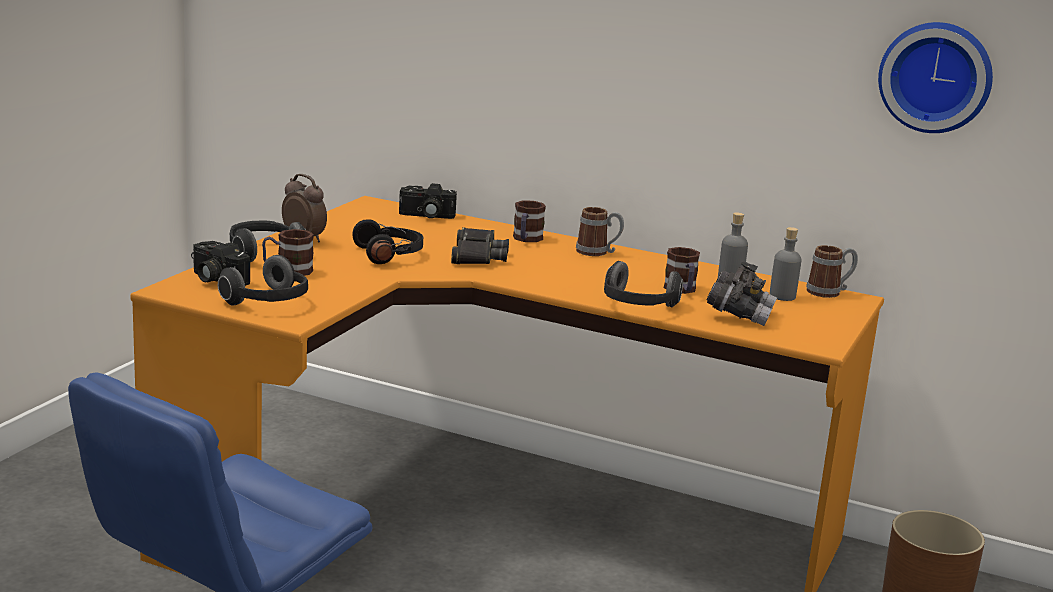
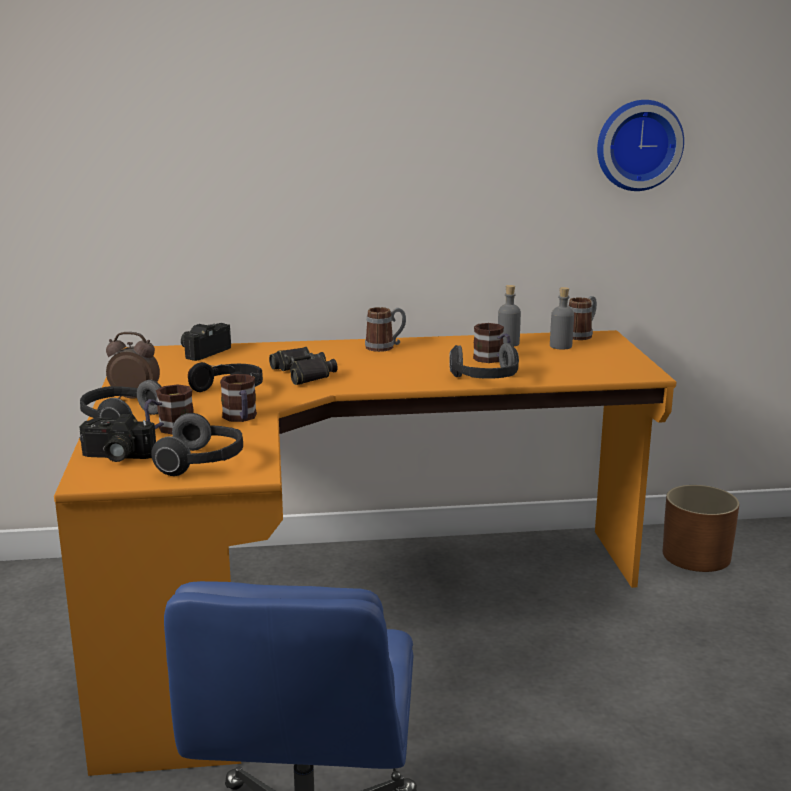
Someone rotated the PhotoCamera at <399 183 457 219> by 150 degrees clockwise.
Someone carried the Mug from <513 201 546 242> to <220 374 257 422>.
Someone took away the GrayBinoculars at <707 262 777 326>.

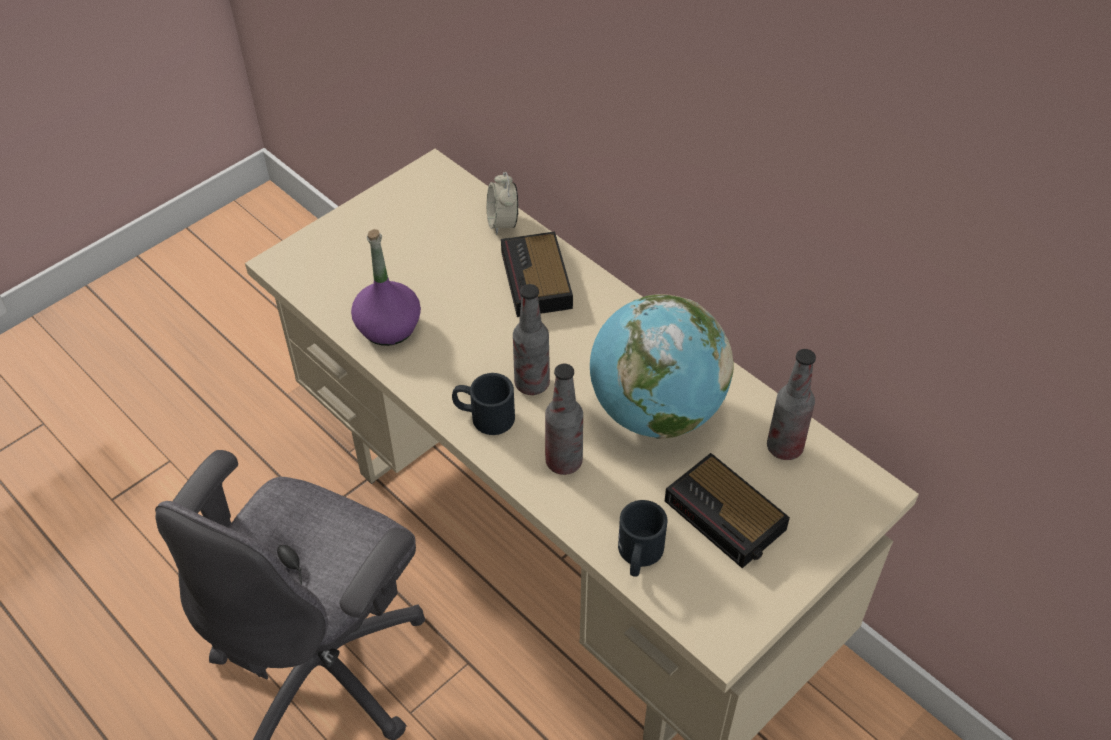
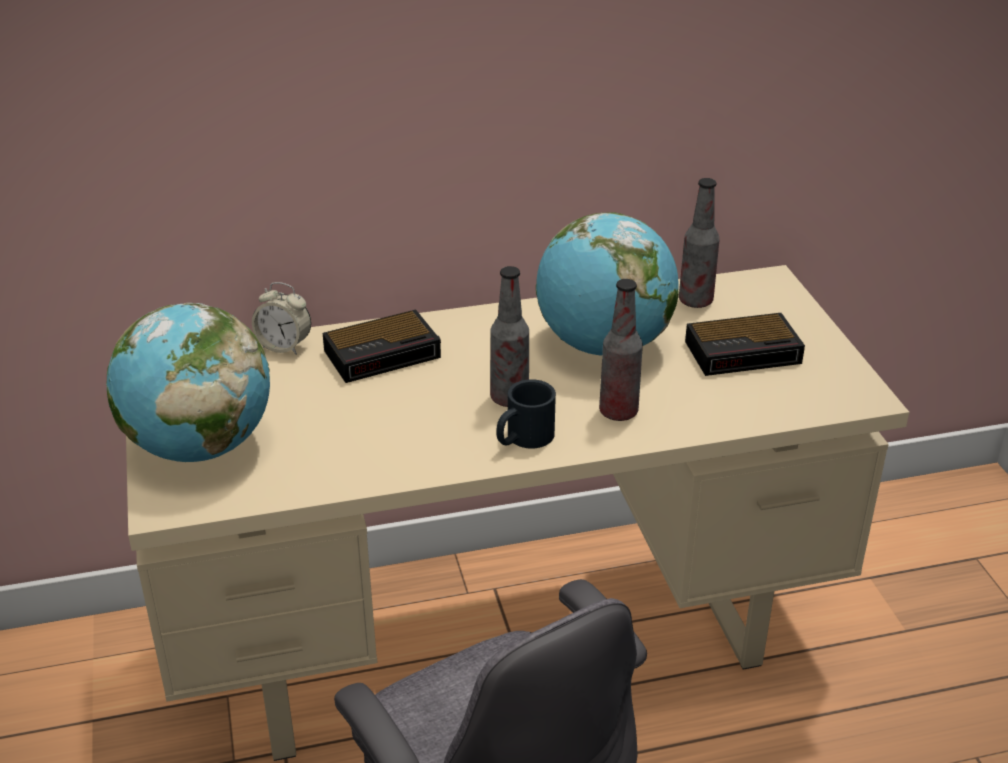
Someone took away the PurpleDrinkBottle at <351 229 421 346>.
Someone rotated the TableClock at <501 232 573 317> by 45 degrees counterclockwise.
Someone took away the BlackColouredMug at <618 500 667 577>.
Someone put down the DeskGlobe at <106 303 270 462>.

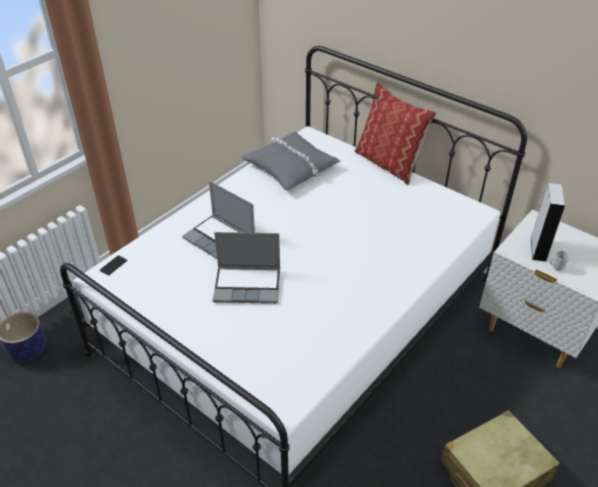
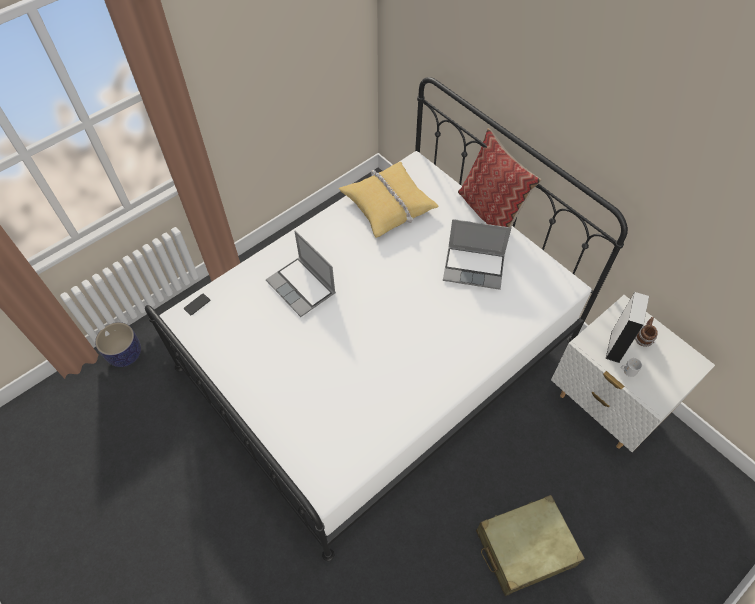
Someone repainted the GrayPillow at <241 132 340 191>, which became the YellowPillow at <339 162 439 238>.
Someone carried the NotebookComputer from <213 232 280 304> to <443 219 511 290>.
Someone put down the Mug at <635 317 658 347>.

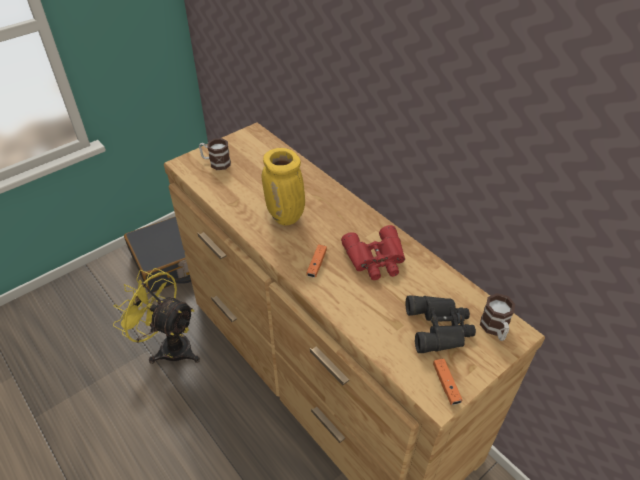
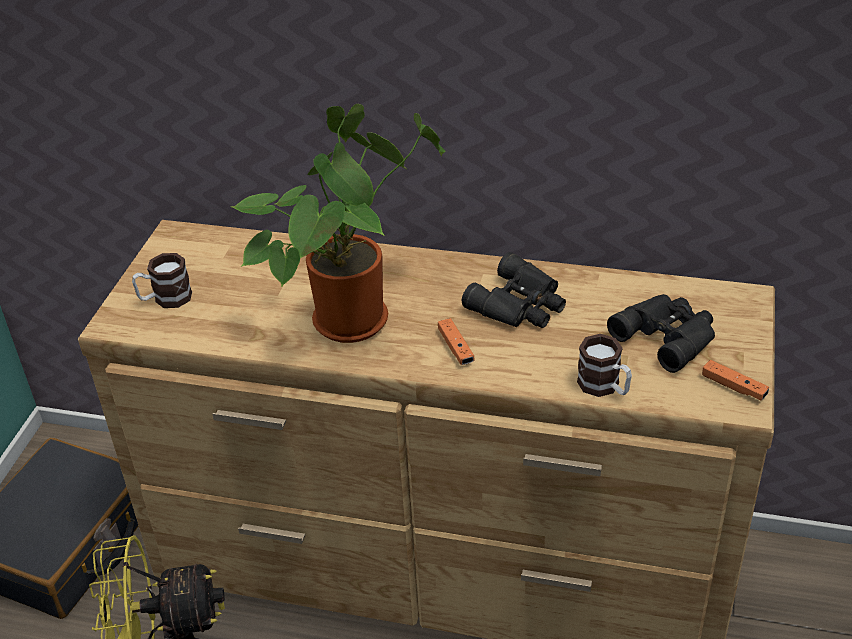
Someone swapped the YellowDecorativeVase at <261 148 305 226> for the Houseplant at <232 104 446 343>.
Someone repainted the ReddishBinoculars at <341 225 405 280>, which became the BlackColouredBinoculars at <462 252 566 328>.
Someone carried the Mug from <480 293 515 341> to <577 334 632 397>.

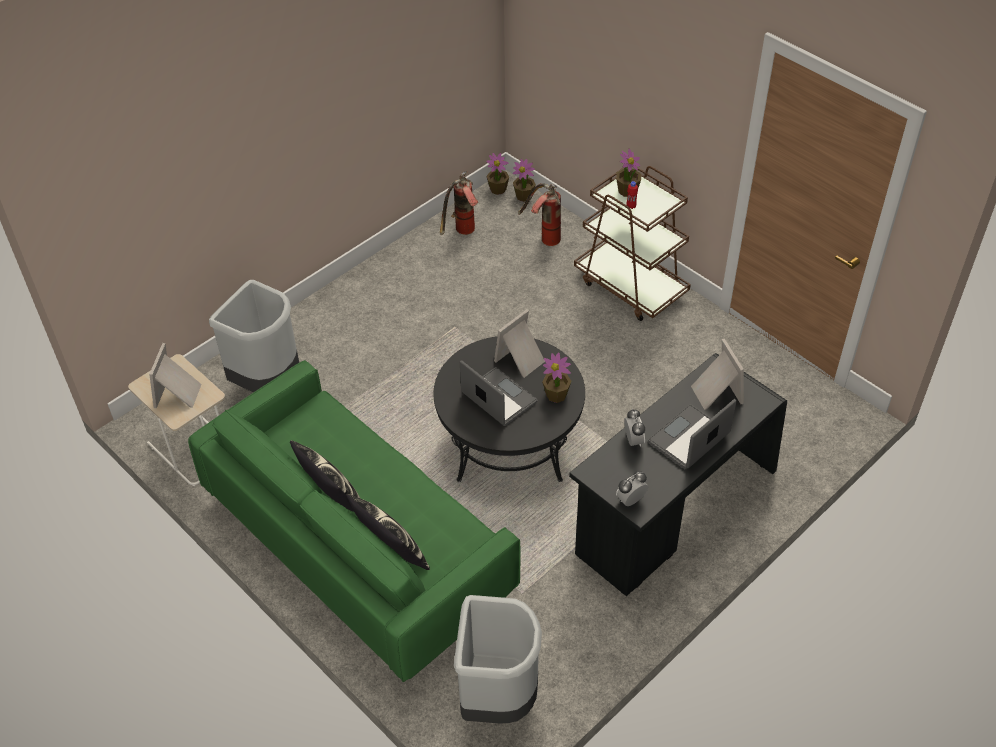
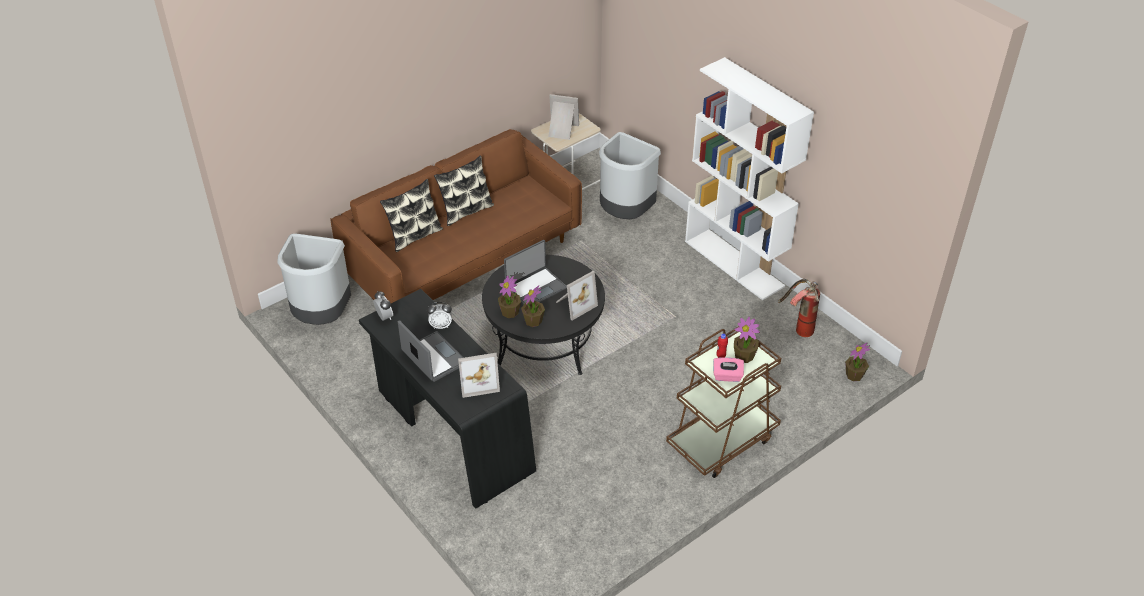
Someone carried the Houseplant from <486 153 509 195> to <498 276 521 318>.
Someone took away the Extinguisher at <518 183 561 246>.
Someone rotated the PictureFrame at <494 309 545 378> by 90 degrees clockwise.
Someone repainted the GreenColouredSettee at <188 360 521 682>, which became the BrownishSettee at <330 129 582 303>.
Someone put down the WhiteColouredBookcase at <685 57 814 300>.
Someone put down the PinkColouredTissueBox at <713 357 744 382>.

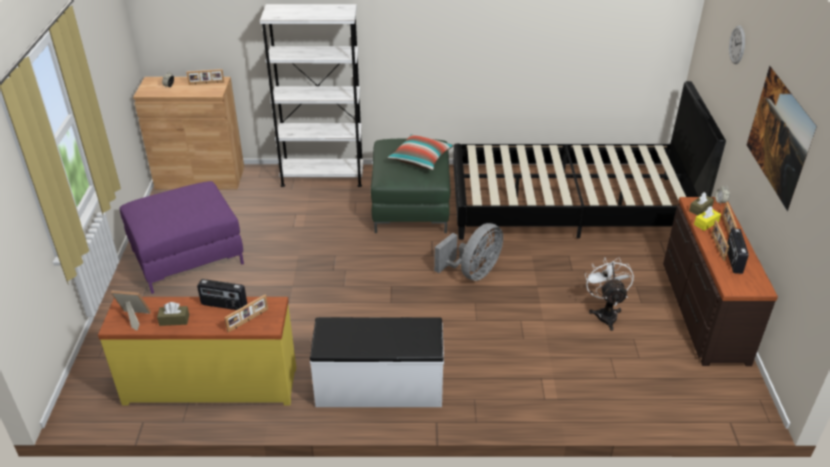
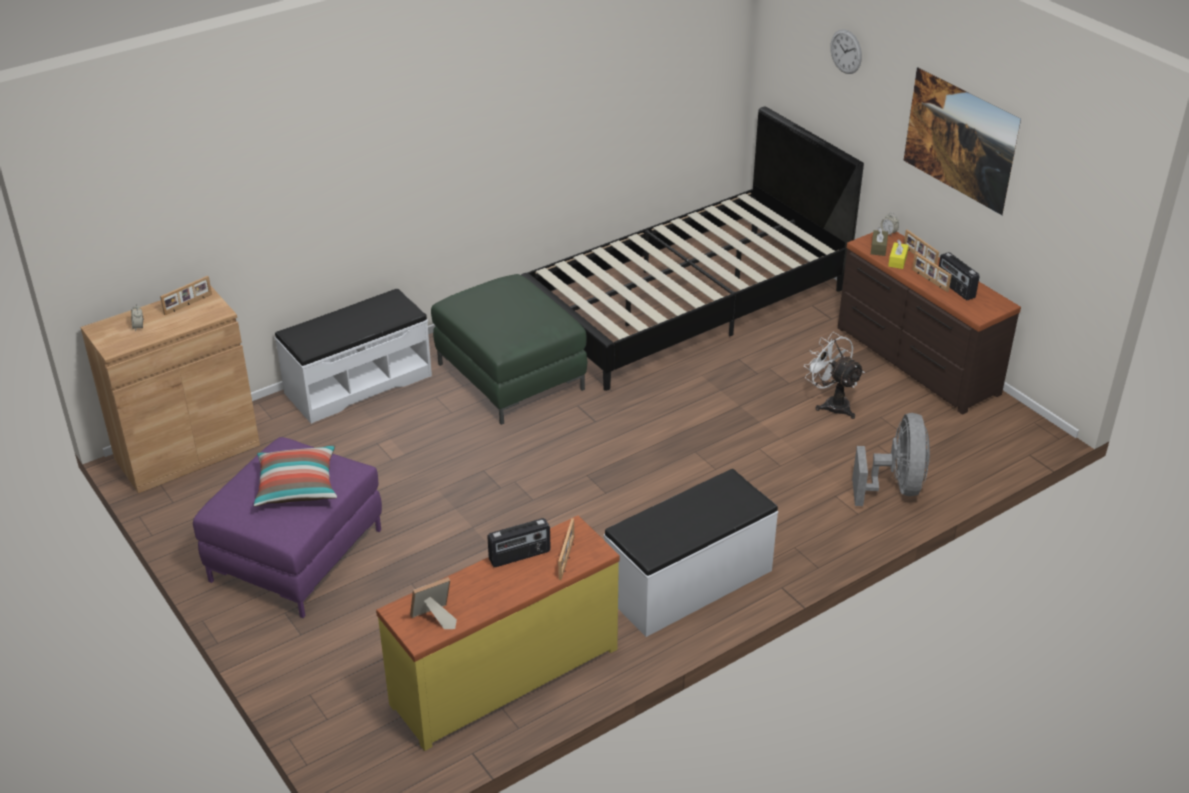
Someone swapped the WhiteColouredBookcase at <260 4 364 187> for the WhiteColouredLongSeat at <275 289 432 424>.
Someone carried the Pillow from <388 134 454 170> to <254 445 337 506>.
Someone carried the GrayCoolingFan from <434 223 503 281> to <852 413 930 506>.
Someone took away the BrownishTissueBox at <157 302 189 326>.

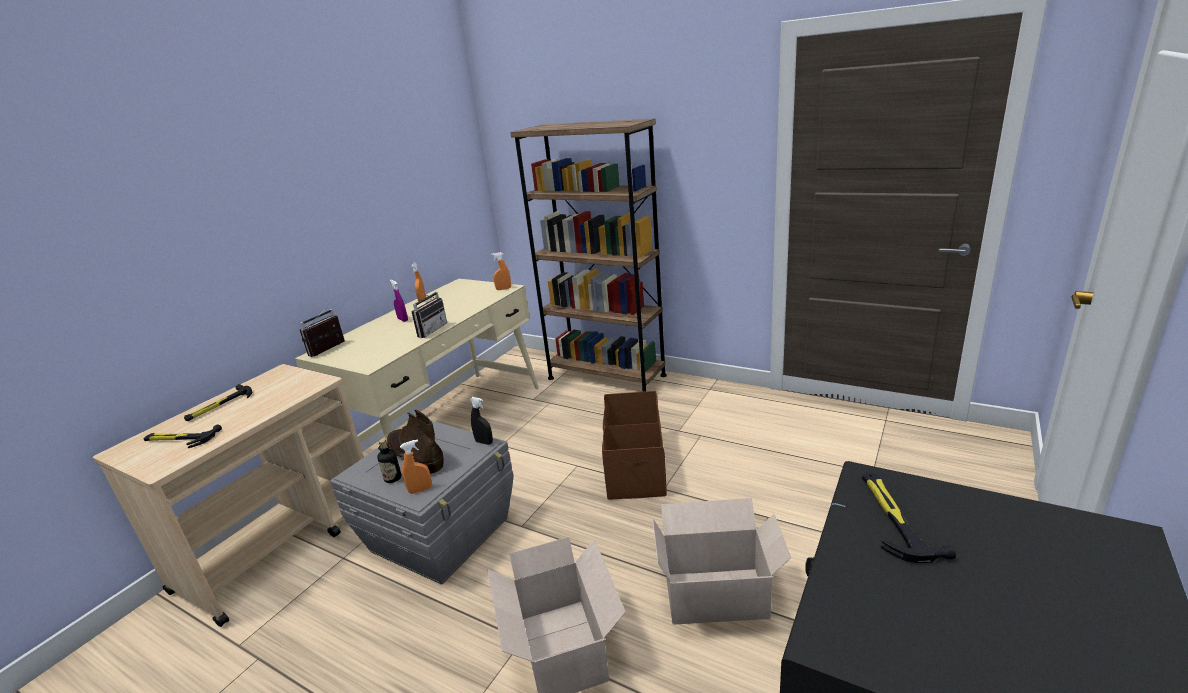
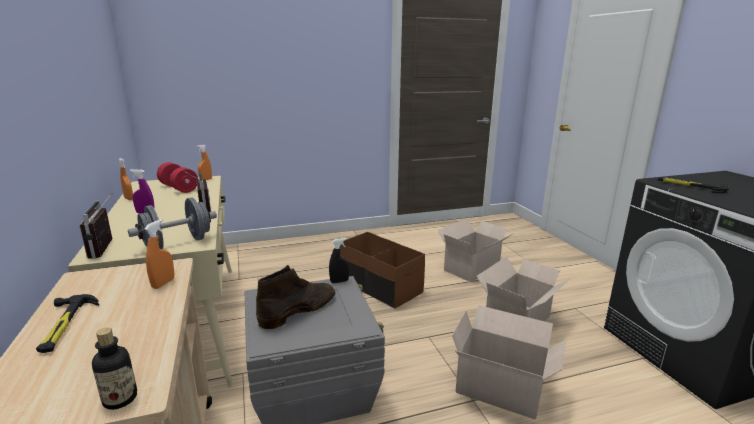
Someone took away the BrownishBookcase at <510 119 667 392>.
Someone rotated the BrownishTallBoot at <387 410 443 474> by 135 degrees clockwise.
Someone took away the ToolHammer at <144 424 222 448>.
Someone carried the DrinkBottle from <377 439 402 483> to <92 327 137 410>.
Someone carried the OrangeyHandSprayer from <400 439 432 494> to <144 219 174 289>.
Someone put down the ReddishDumbbell at <157 162 198 193>.
Someone put down the GrayDumbbell at <128 197 217 249>.
Someone put down the CardboardBox at <438 219 513 282>.

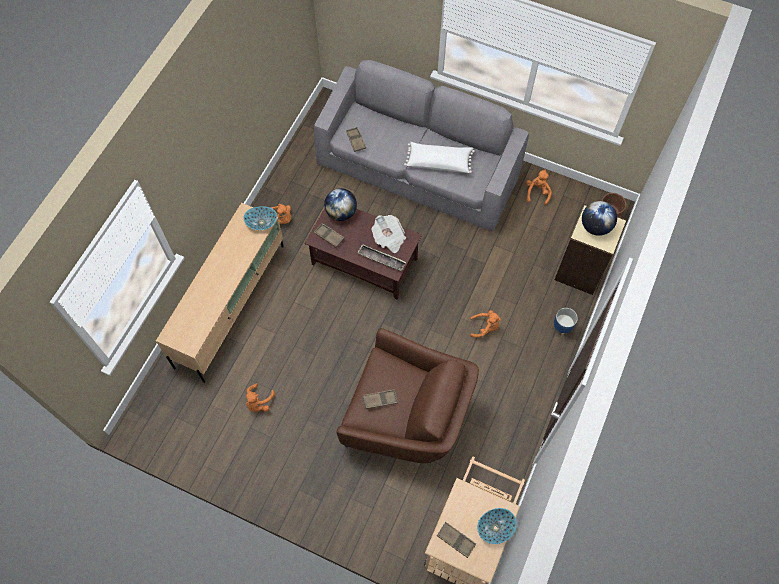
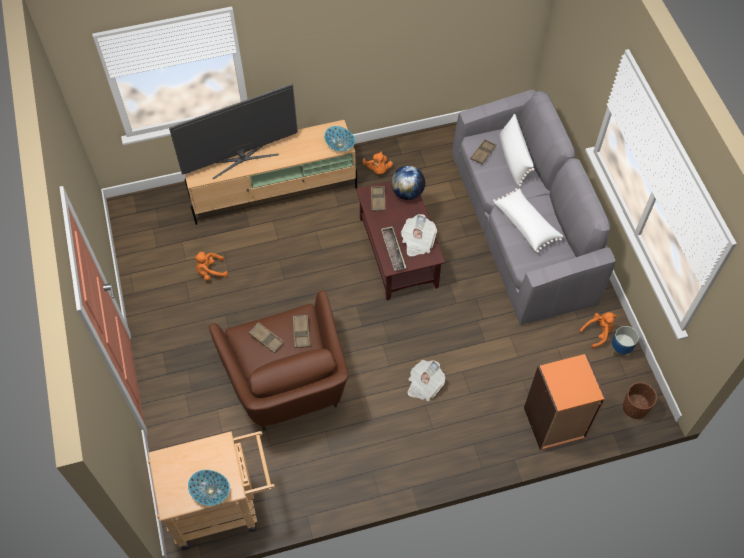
Someone took away the DeskGlobe at <582 201 617 236>.
Someone repainted the SandColouredBookcase at <554 204 627 295>, which became the OrangeyBookcase at <524 353 606 450>.
Someone carried the FlowerPot from <551 308 578 338> to <611 326 639 359>.
Someone swapped the OrangeyPlushToy at <470 310 501 337> for the Newspaper at <407 360 445 401>.
Someone carried the BrownishTray from <437 522 476 558> to <293 315 310 348>.
Someone put down the Tv at <169 84 298 179>.
Someone put down the WhiteColouredPillow at <499 114 534 187>.

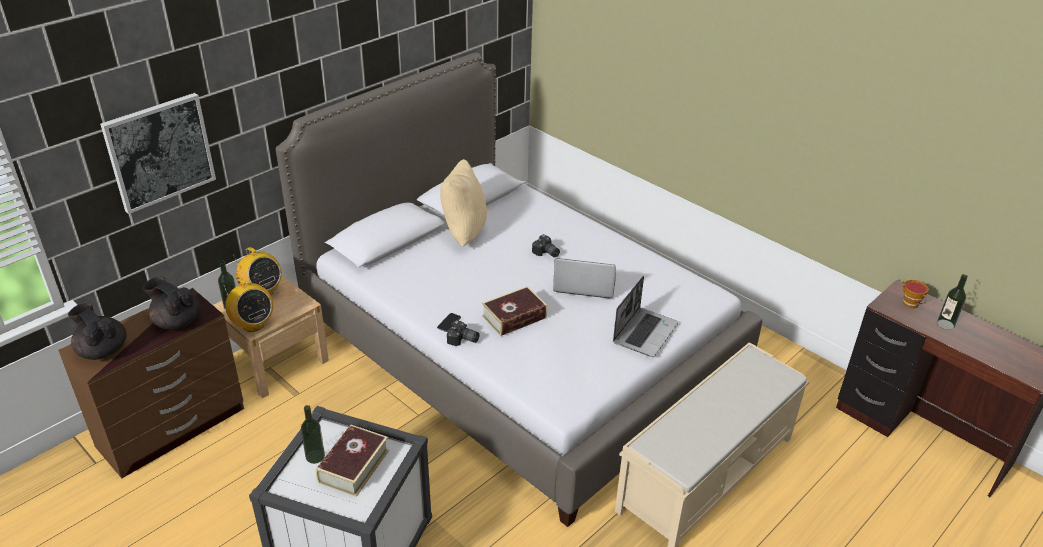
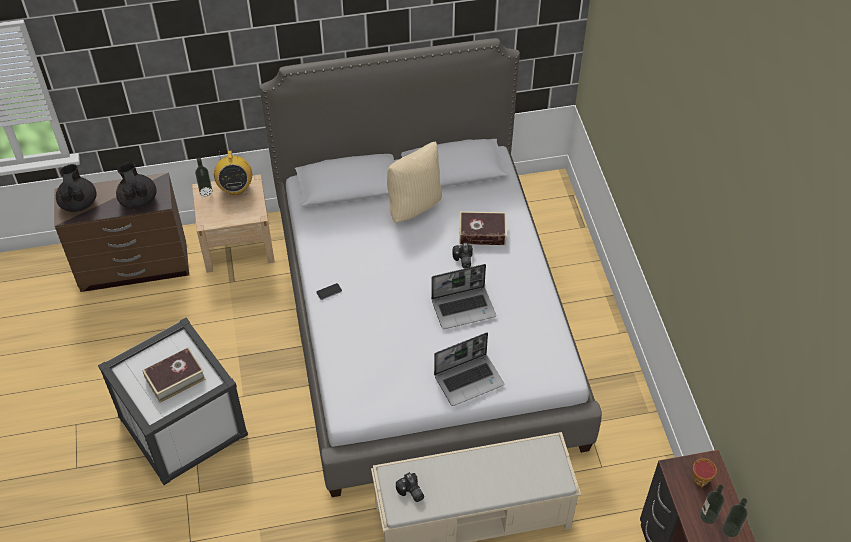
Someone took away the Picture at <100 93 216 214>.
Someone rotated the NotebookComputer at <553 258 616 298> by 120 degrees clockwise.
Someone took away the Radio at <224 278 273 332>.
Someone carried the Volume from <482 286 547 336> to <459 211 507 245>.
Someone carried the PhotoCamera from <447 320 480 346> to <396 472 424 502>.
Someone carried the DrinkBottle from <301 405 325 464> to <723 498 748 537>.

